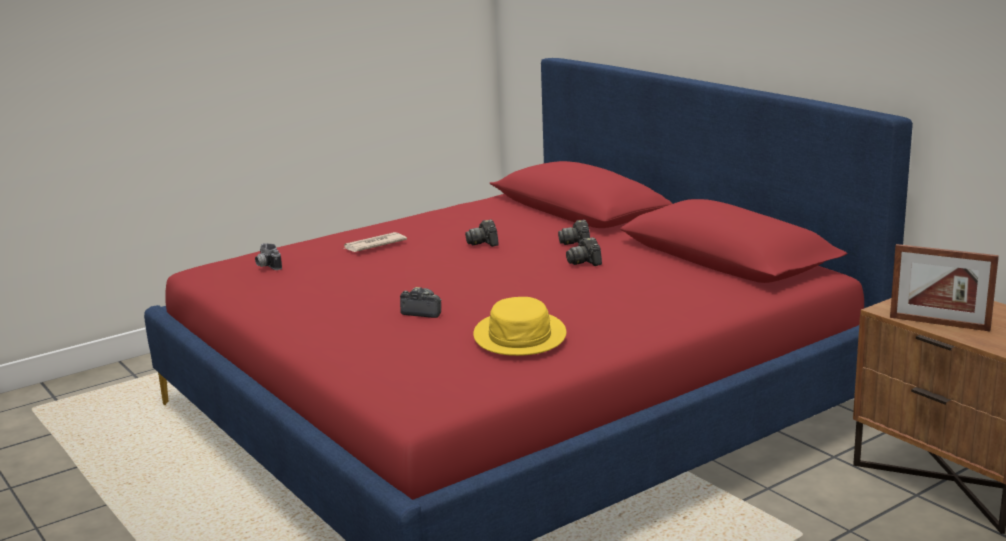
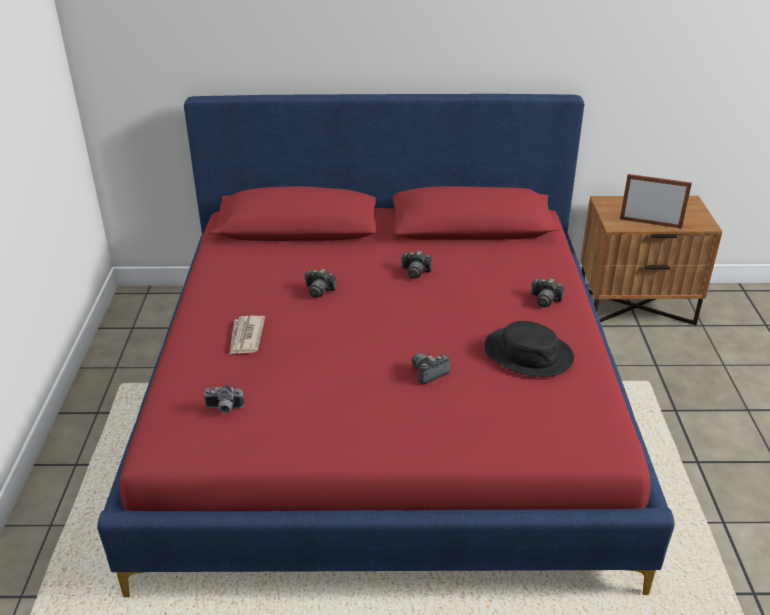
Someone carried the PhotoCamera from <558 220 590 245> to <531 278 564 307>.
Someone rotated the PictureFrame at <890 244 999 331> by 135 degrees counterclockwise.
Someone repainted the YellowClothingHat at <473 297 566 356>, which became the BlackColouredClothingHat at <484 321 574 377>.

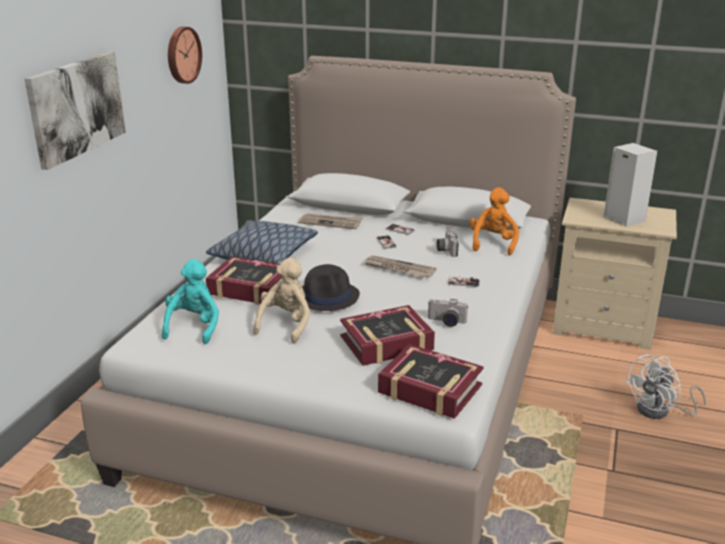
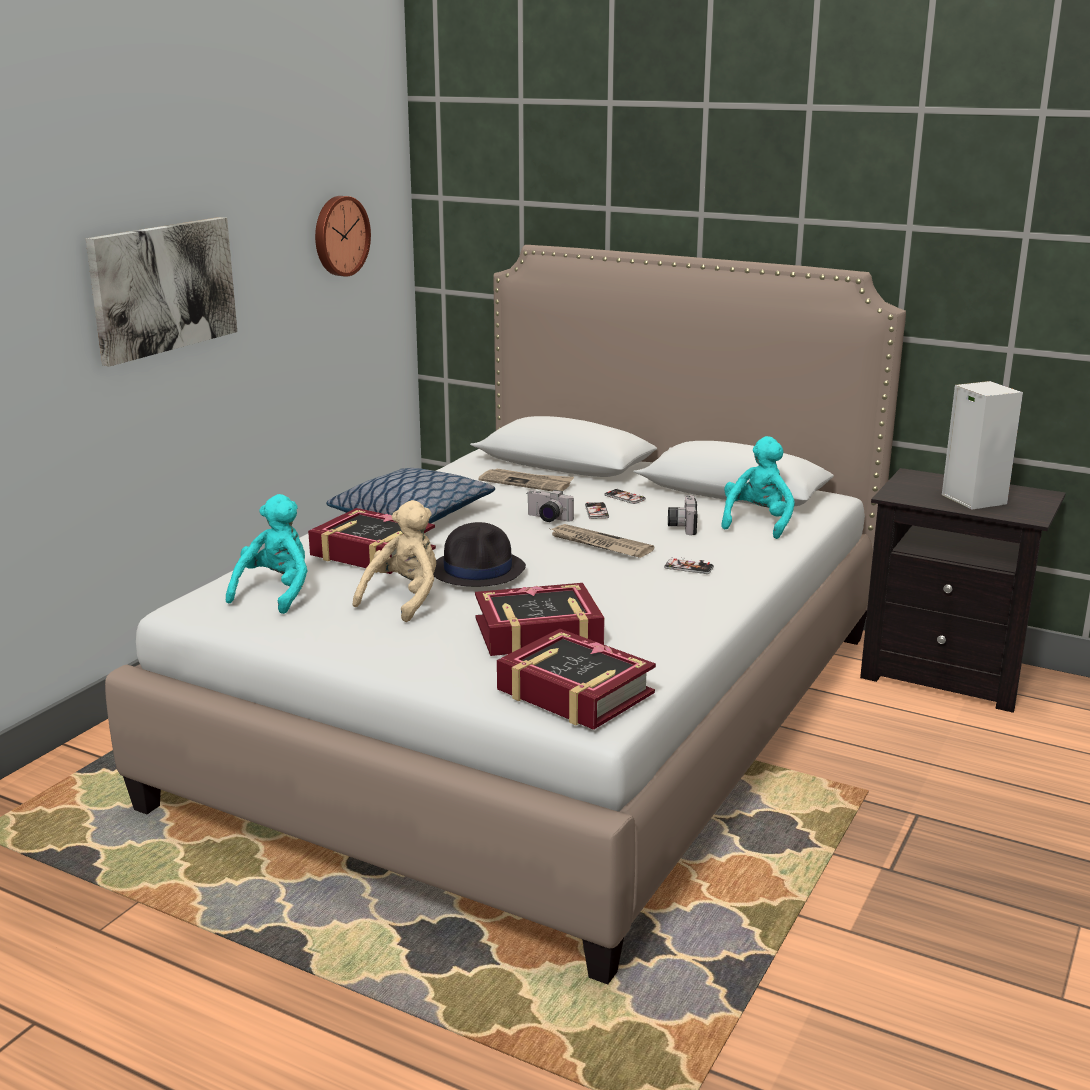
Someone repainted the OrangeyPlushToy at <470 187 519 256>, which became the TurquoisePlushToy at <721 436 795 539>.
Someone repainted the SandColouredNightTable at <553 198 677 350>, which became the BlackColouredNightTable at <860 468 1066 713>.
Someone carried the PhotoCamera from <428 299 468 327> to <528 490 574 522>.
Someone took away the WhiteColouredCoolingFan at <625 354 706 419>.

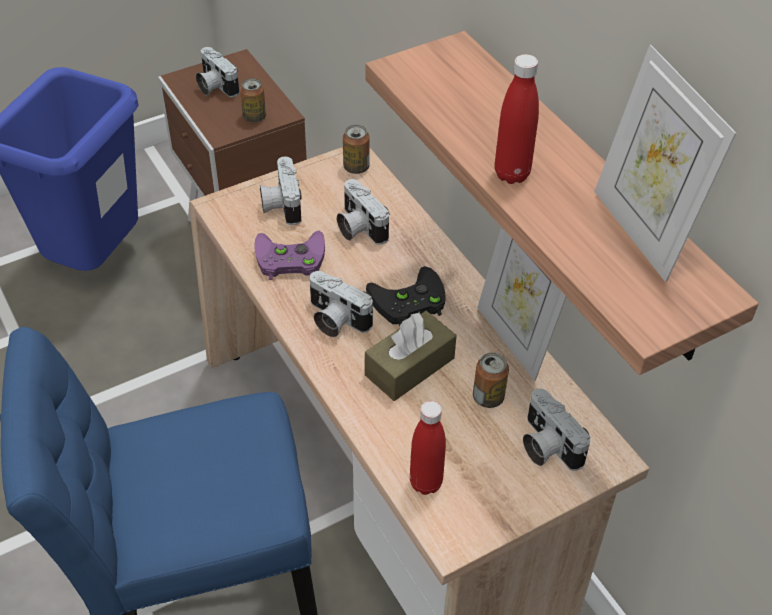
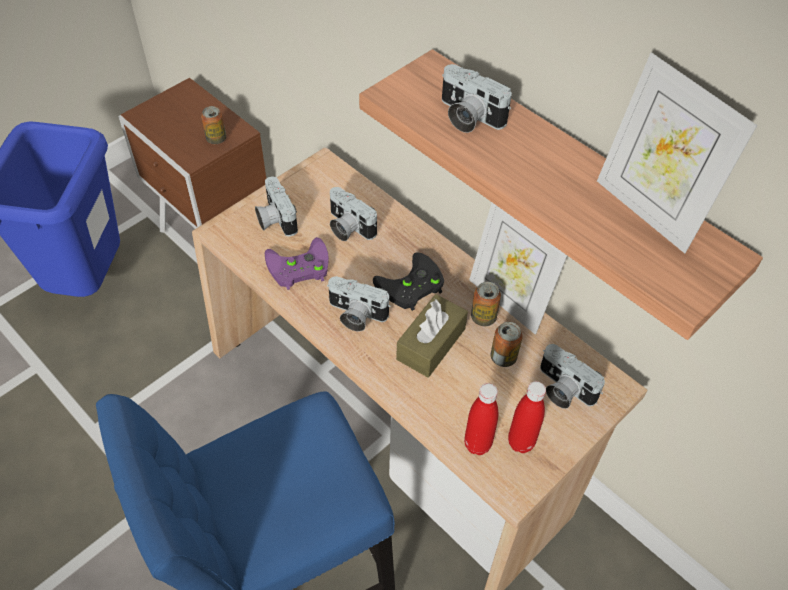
Someone carried the PhotoCamera from <196 47 239 97> to <442 64 512 133>.
Someone carried the ReddishDrinkBottle from <495 54 539 184> to <508 381 546 453>.
Someone carried the SealedCan from <343 125 370 174> to <471 282 501 326>.

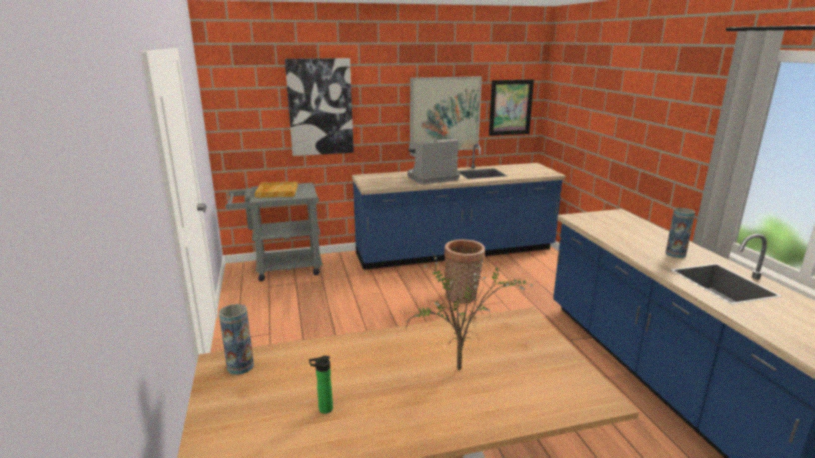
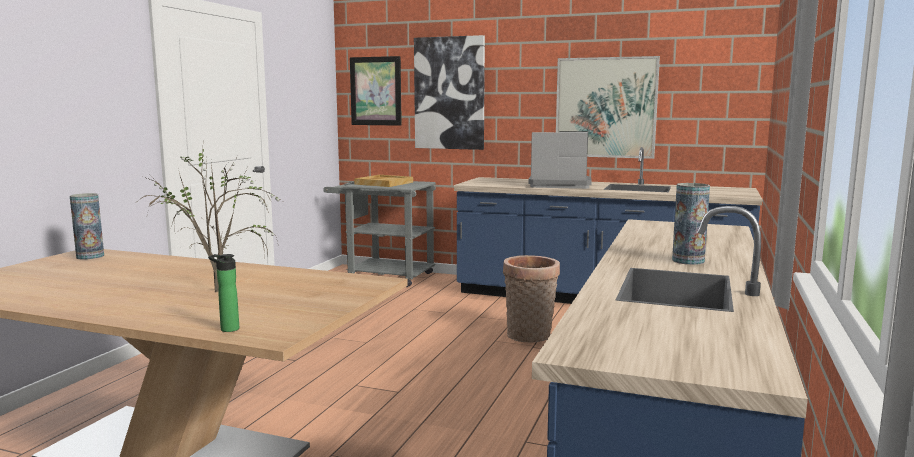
Someone carried the Picture from <489 79 534 136> to <350 56 402 126>.
Someone carried the DrinkBottle from <309 356 333 414> to <208 254 239 332>.

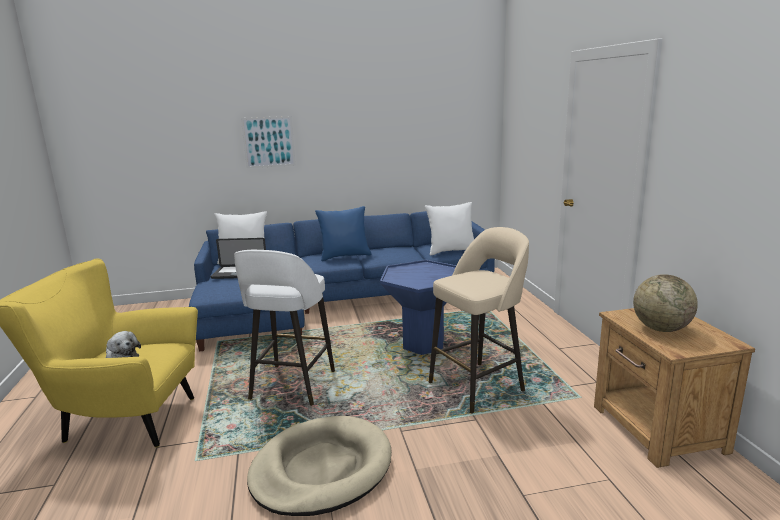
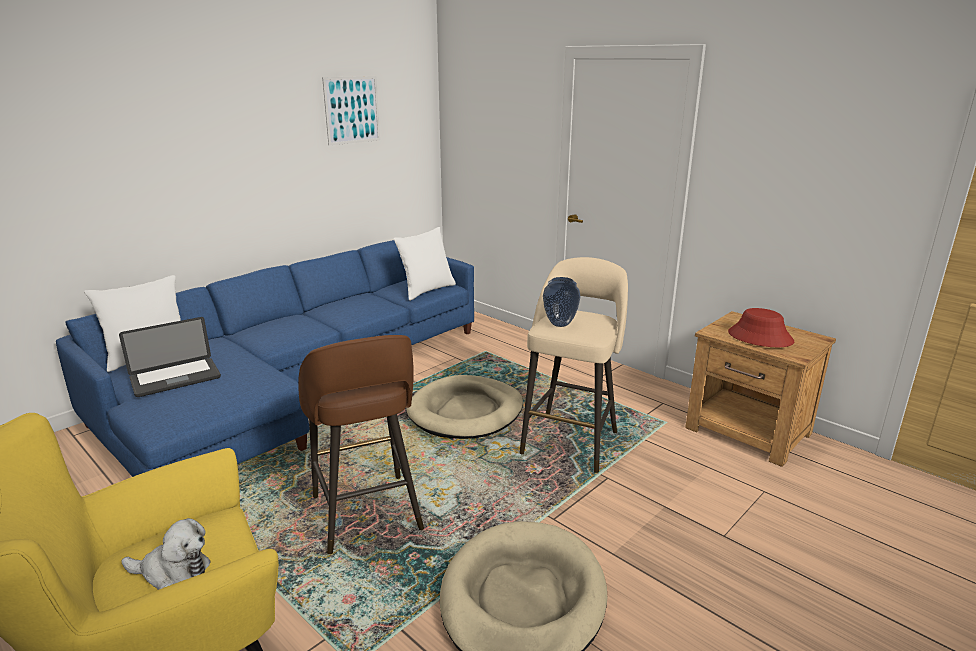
Someone carried the Picture from <241 116 296 168> to <322 76 380 145>.
Someone took away the BluePillow at <315 206 372 261>.
Someone repainted the WhiteColouredStool at <234 250 335 406>, which became the BrownishStool at <298 335 424 554>.
Someone swapped the BlueEndTable at <380 260 457 355> for the SandColouredDogCushion at <406 375 523 439>.
Someone swapped the DeskGlobe at <633 274 698 332> for the ReddishClothingHat at <728 308 794 347>.
Someone put down the DecorativeVase at <543 277 581 327>.

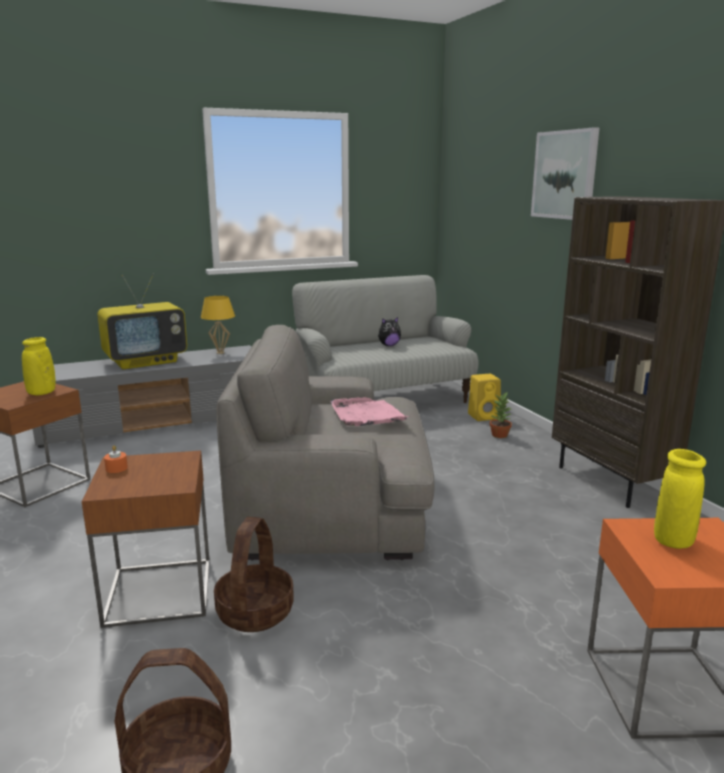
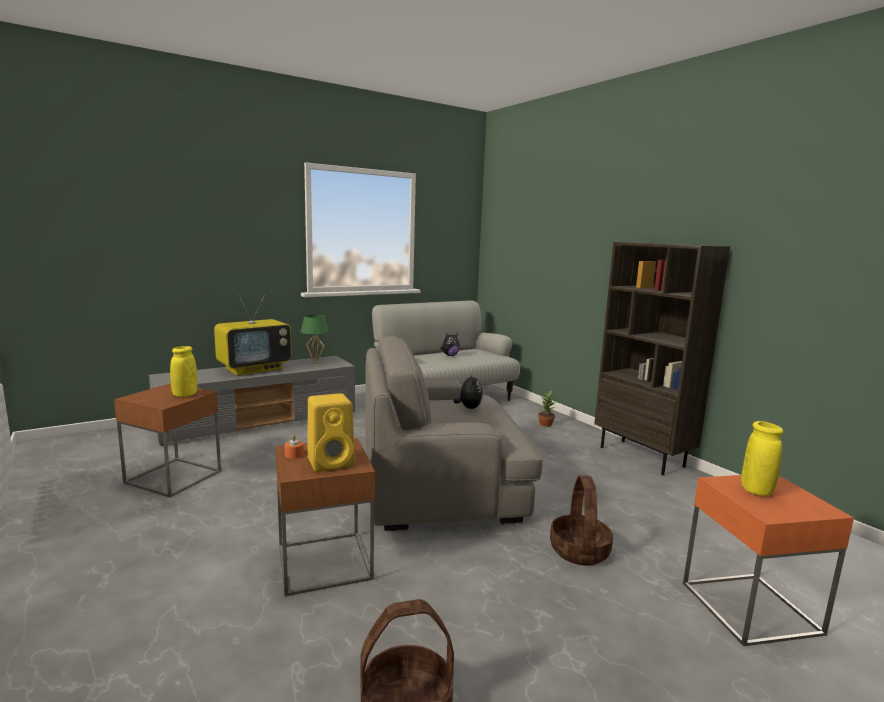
Someone took away the Picture at <531 127 599 220>.
Someone repainted the YellowTabletopLamp at <201 296 235 354>, which became the GreenColouredTabletopLamp at <300 314 329 363>.
Someone carried the YellowAudioSpeaker from <468 374 501 421> to <307 393 355 472>.
Someone swapped the PinkColouredTray at <330 397 409 426> for the PlushToy at <454 373 483 409>.
Someone carried the StorageBasket from <214 517 294 632> to <550 475 613 566>.

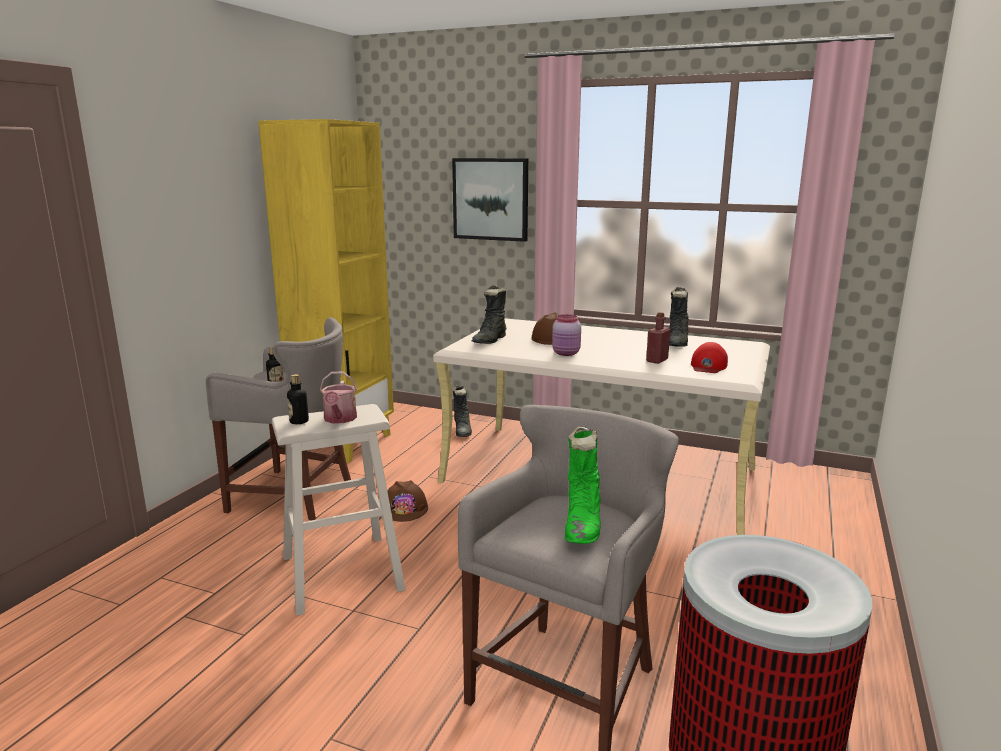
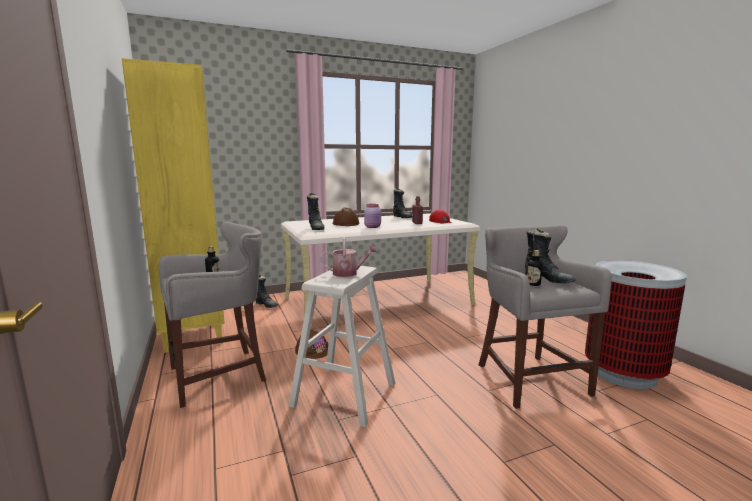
Someone took away the Picture at <452 158 528 242>.
Someone rotated the WateringPot at <320 372 357 424> by 45 degrees counterclockwise.
Someone carried the DrinkBottle from <287 374 309 424> to <527 250 543 286>.
Someone repainted the GreenColouredTallBoot at <565 426 601 544>, which became the BlackColouredTallBoot at <525 228 575 283>.

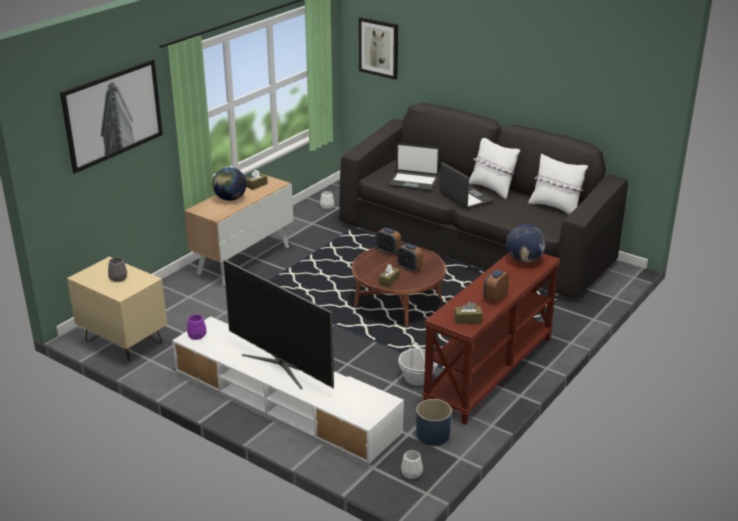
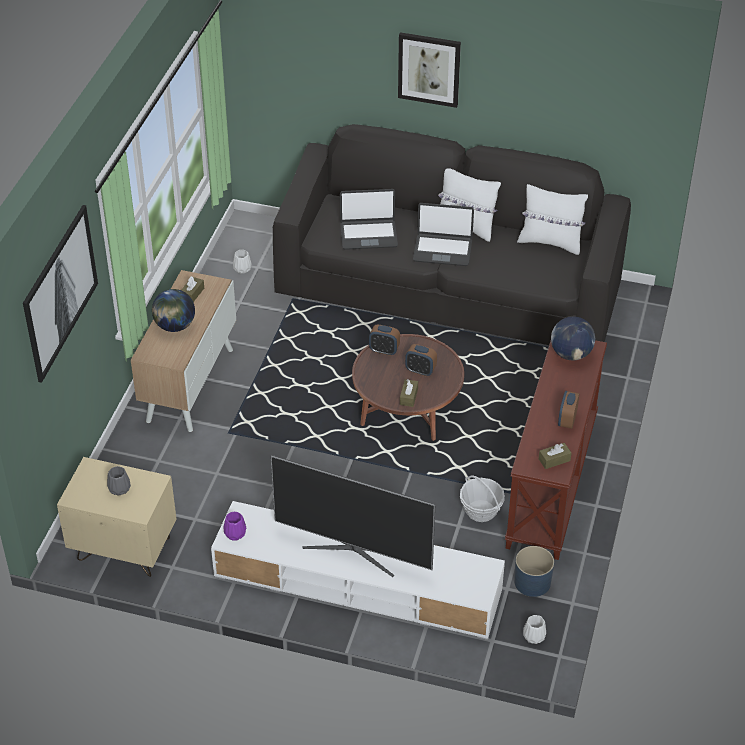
Someone carried the Picture from <359 17 398 80> to <398 32 461 108>.
Someone rotated the NotebookComputer at <440 162 493 209> by 150 degrees clockwise.

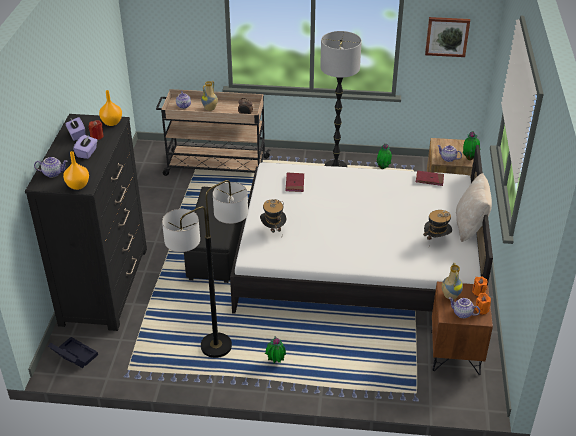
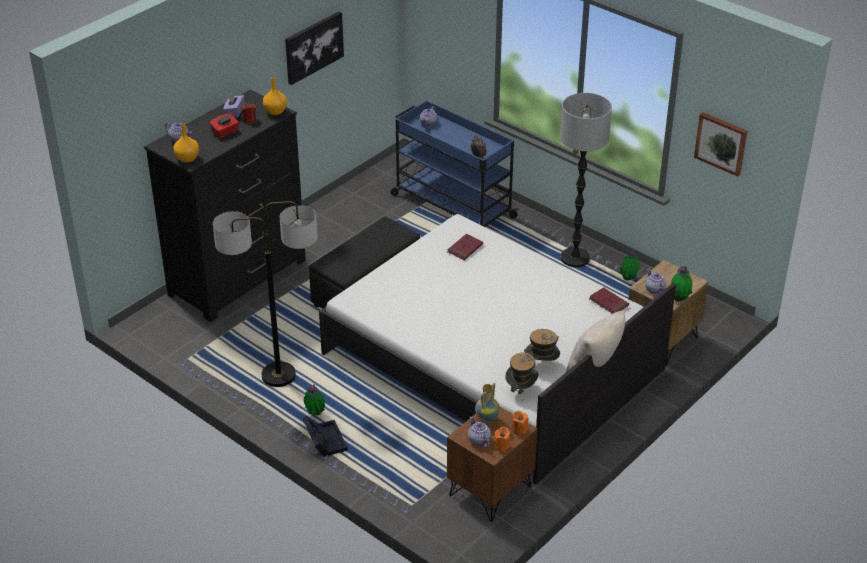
Someone took away the DecorativeVase at <201 81 218 111>.
Someone repainted the SandColouredCart at <156 89 271 176>, which became the BlueCart at <391 100 519 227>.
Someone repainted the PurpleTissueBox at <73 135 98 159>, which became the ReddishTissueBox at <210 114 239 138>.
Someone carried the ClothingHat from <260 199 286 233> to <505 352 539 397>.
Someone carried the BlackColouredStorageBox from <48 337 98 368> to <303 416 348 457>.
Someone put up the Picture at <285 11 344 85>.

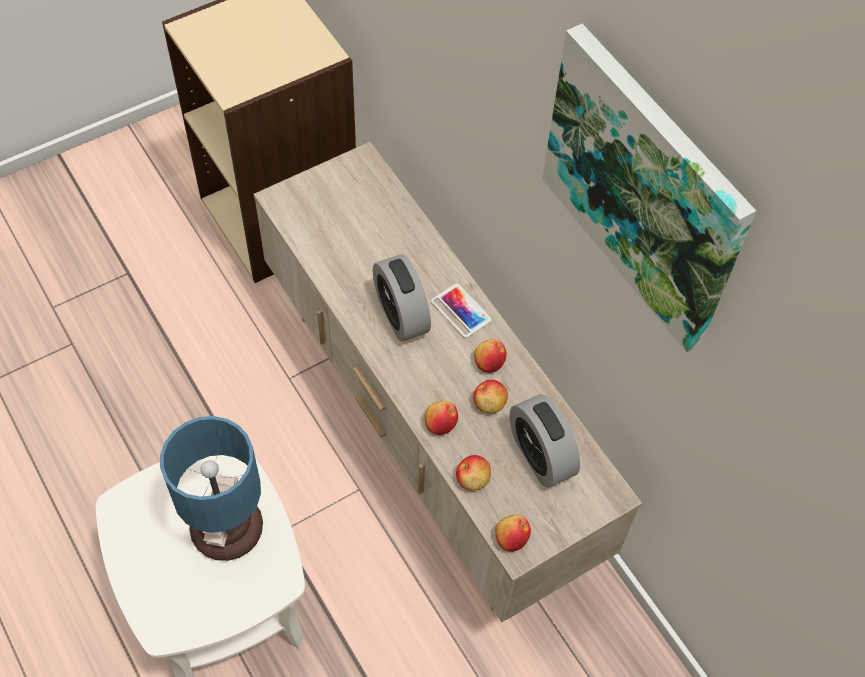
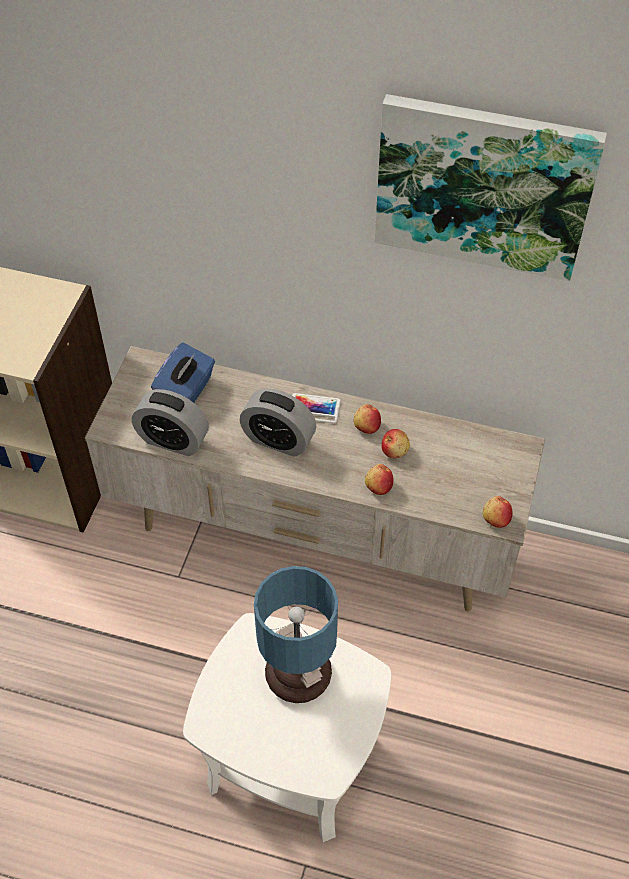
Someone carried the TableClock from <510 394 580 488> to <132 389 209 456>.
Someone took away the Apple at <456 455 491 491>.
Someone put down the BlueTissueBox at <151 342 215 403>.

